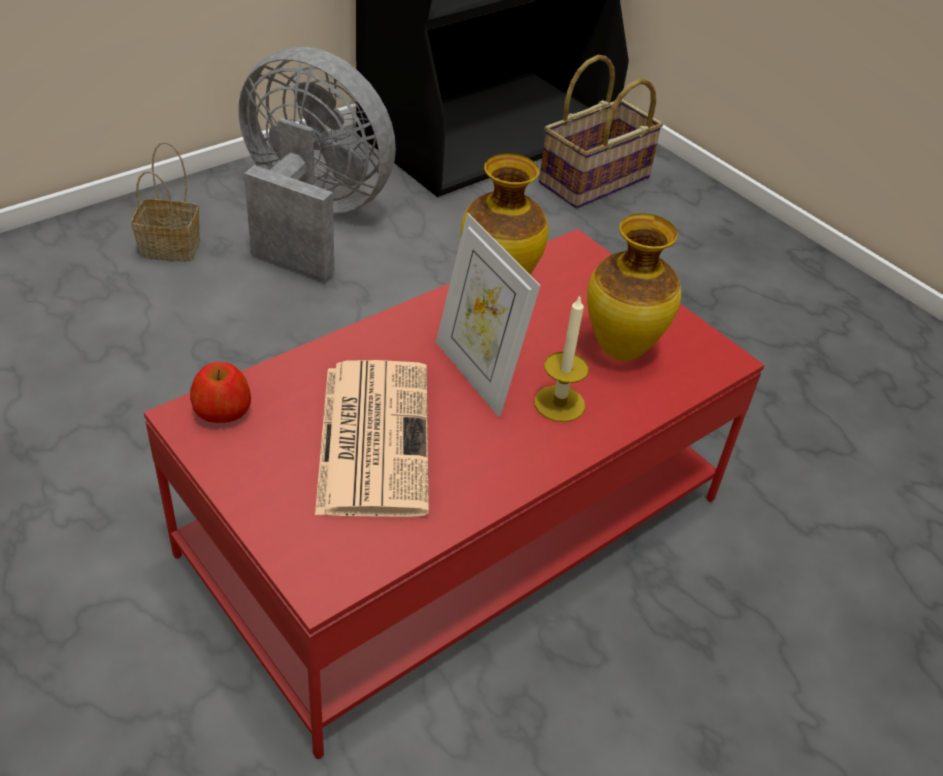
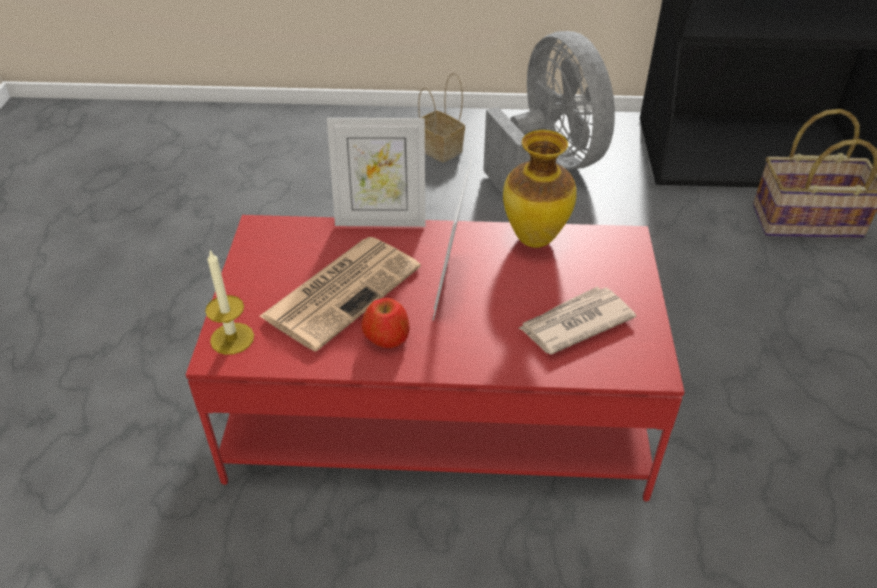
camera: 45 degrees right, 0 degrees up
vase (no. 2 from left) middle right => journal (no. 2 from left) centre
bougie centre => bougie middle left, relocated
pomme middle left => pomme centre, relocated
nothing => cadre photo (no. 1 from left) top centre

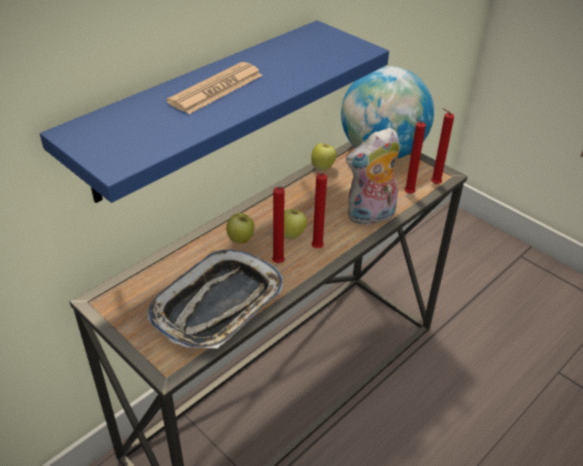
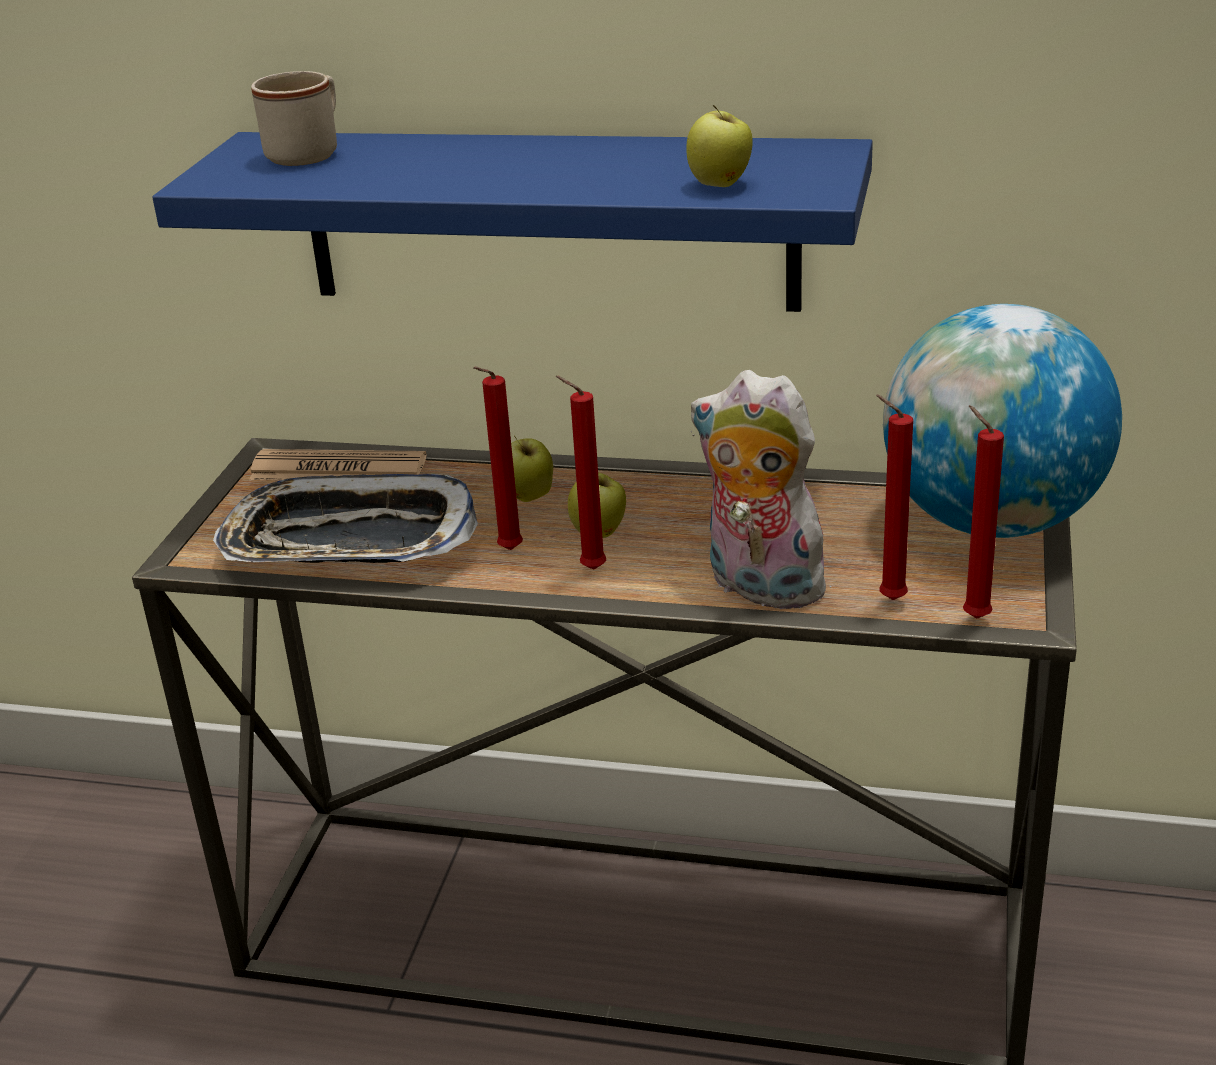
camera: 60 degrees right, 10 degrees down
journal top centre => journal middle left, relocated
pomme (no. 3 from left) centre => pomme (no. 3 from left) top centre, relocated
nothing => mug (beige) top left

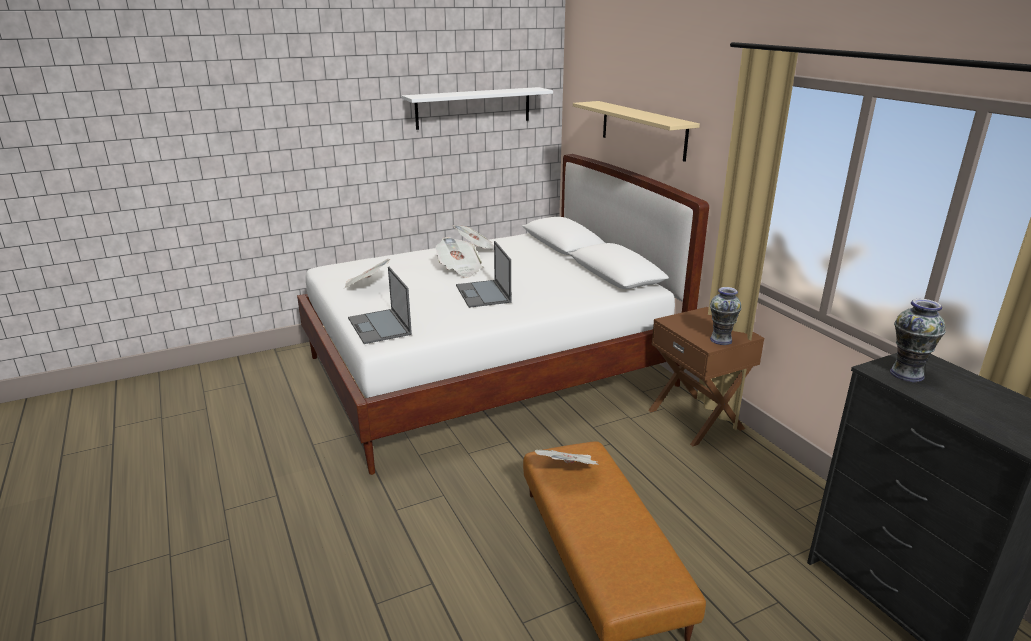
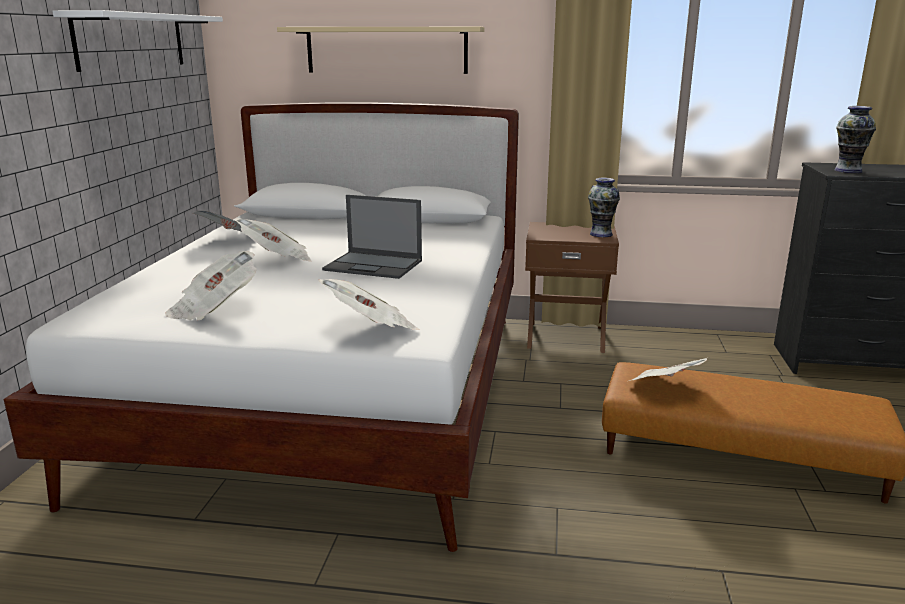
camera: 55 degrees left, 5 degrees down
ordinateur portable (no. 1 from left) centre => journal (no. 4 from left) centre

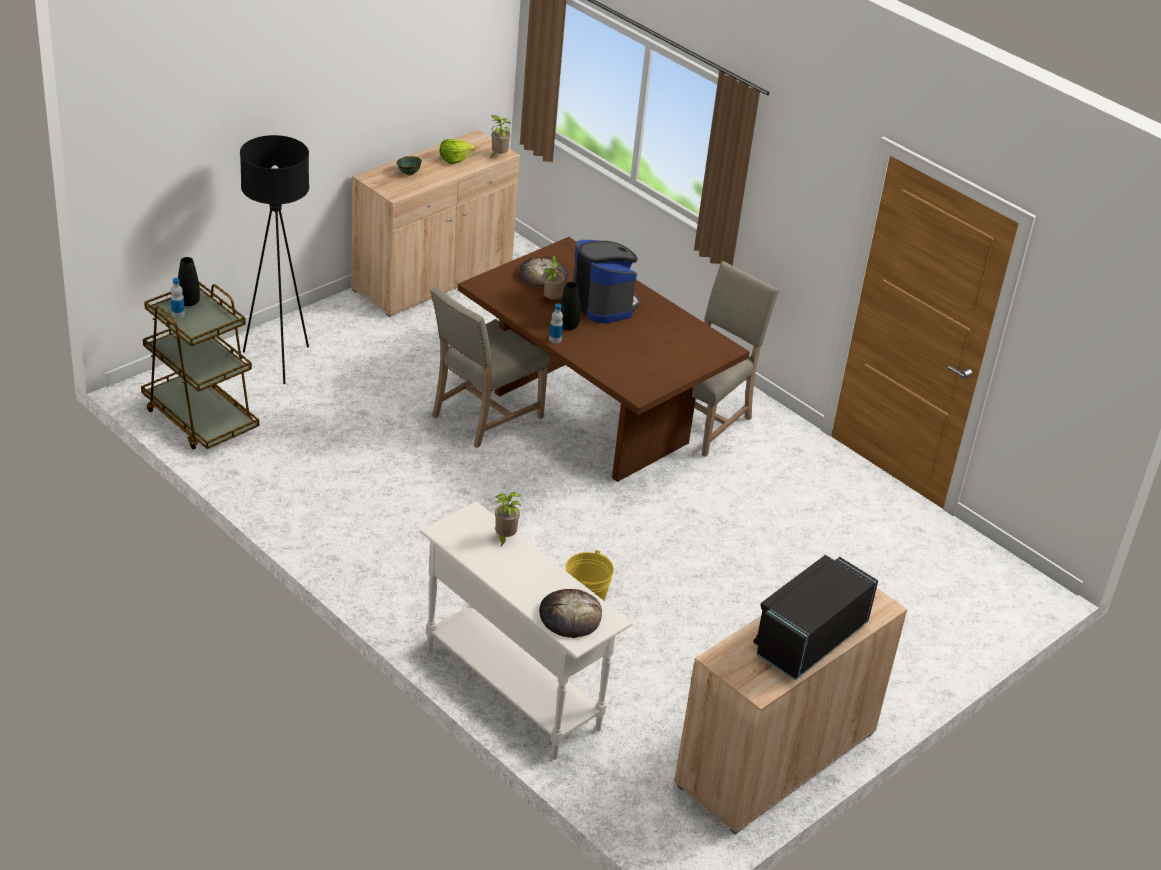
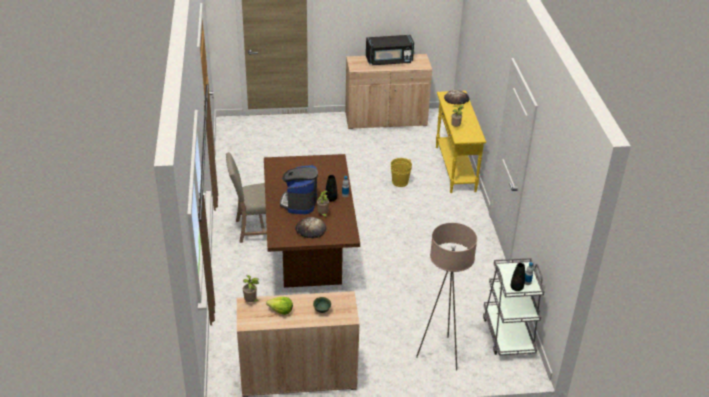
camera: 140 degrees left, 0 degrees up
lampadaire (noir) top left => lampadaire (beige) bottom centre
chariot (marron) middle left => chariot (gris) bottom right
chaise (beige) (no. 1 from left) centre => nothing
table console (blanc) bottom centre => table console (jaune) centre

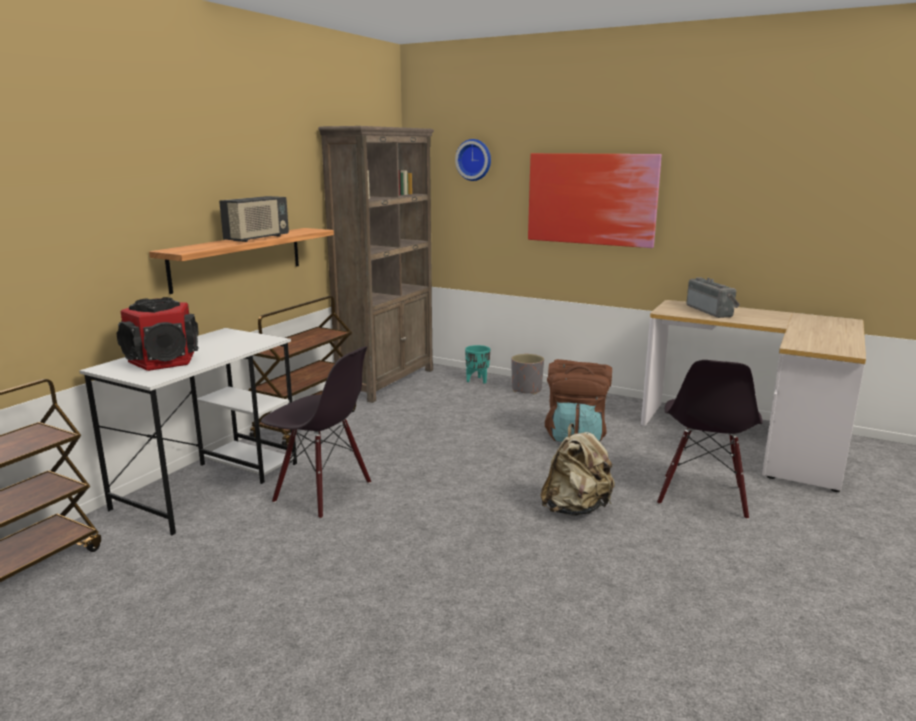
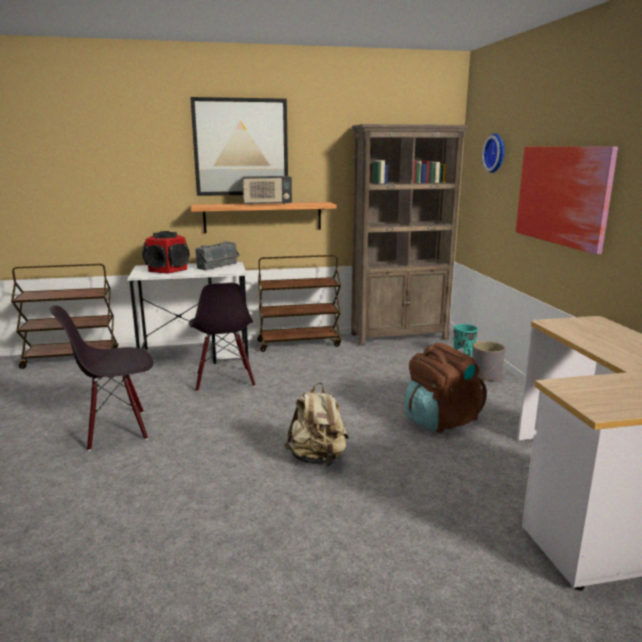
camera: 50 degrees right, 0 degrees up
radio (no. 2 from left in the first image) middle right => radio (no. 1 from left) centre, relocated
chaise (noir) (no. 2 from left in the first image) middle right => chaise (noir) (no. 1 from left) middle left, relocated
nothing => tableau (no. 1 from left) top centre

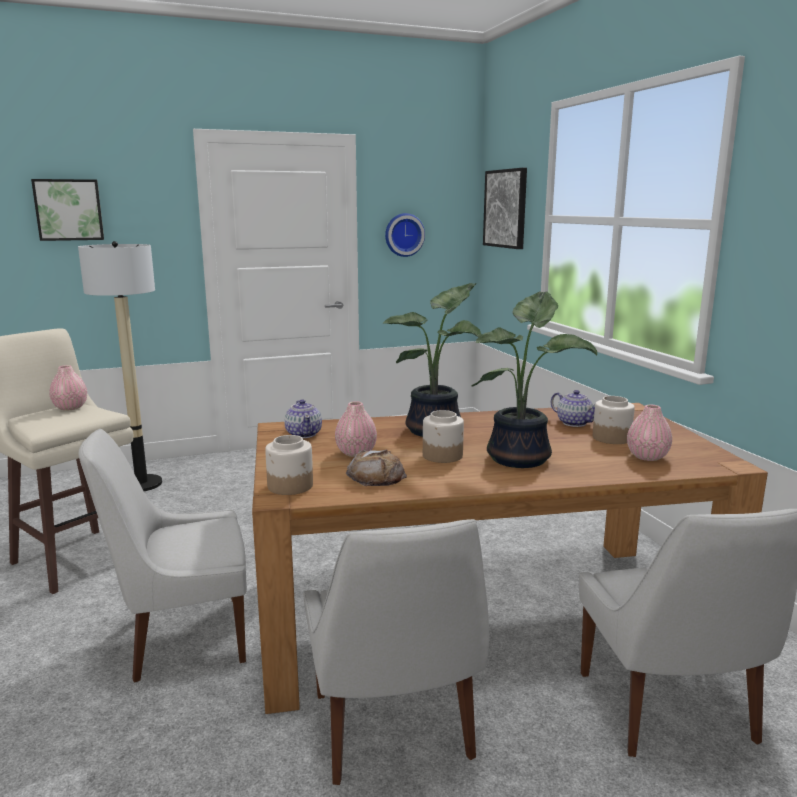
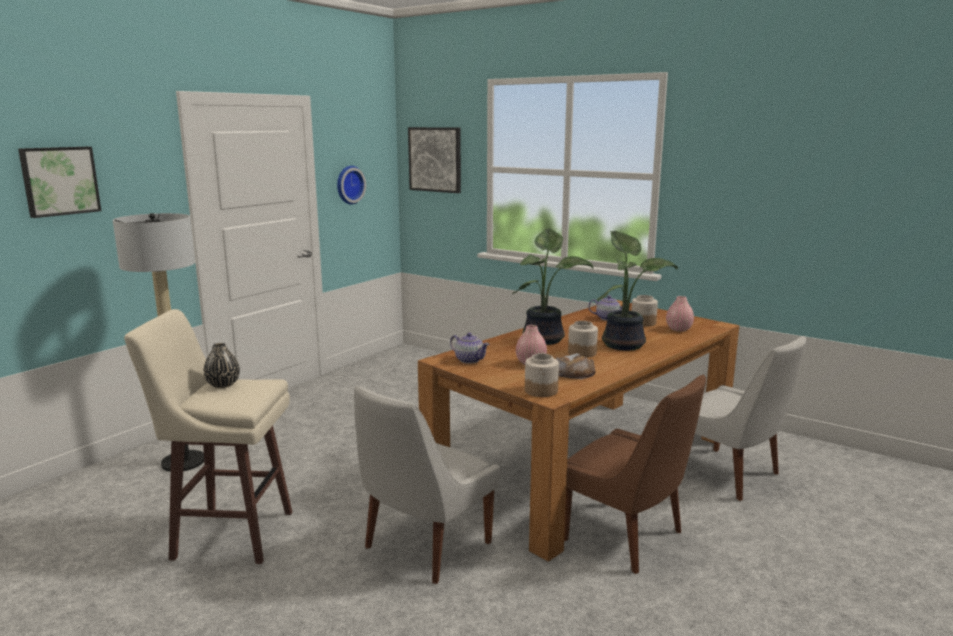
camera: 35 degrees left, 0 degrees up
vase (rose) (no. 1 from left) middle left => vase (noir) middle left
chaise (blanc) (no. 2 from left) bottom centre => chaise (marron) bottom centre

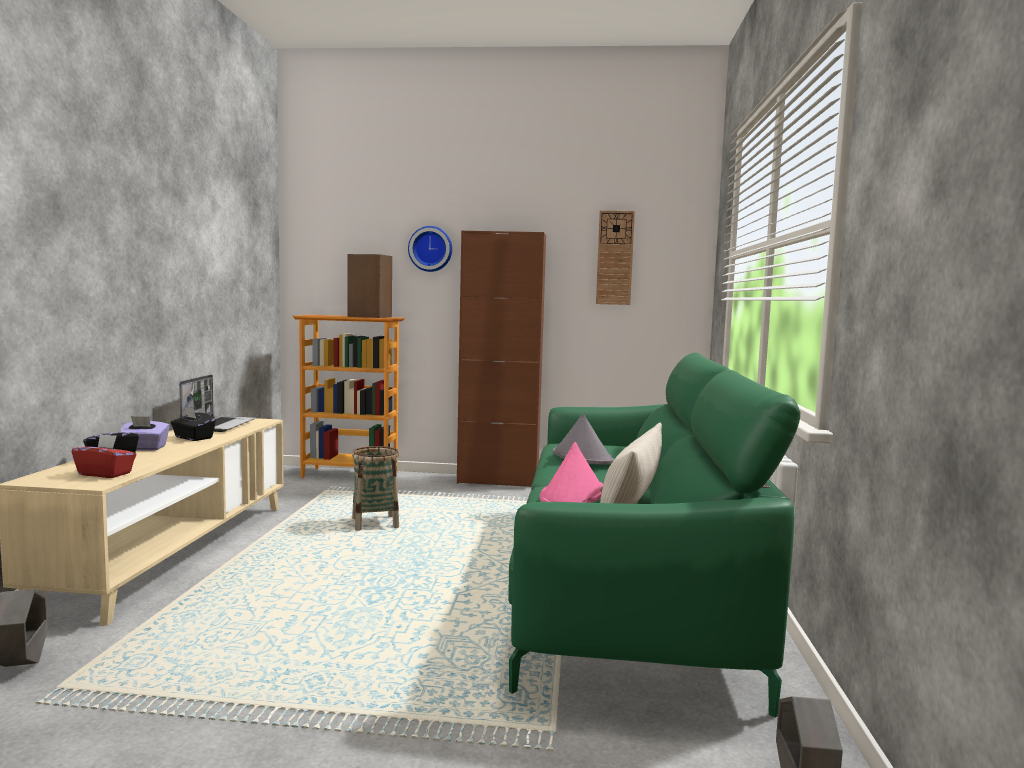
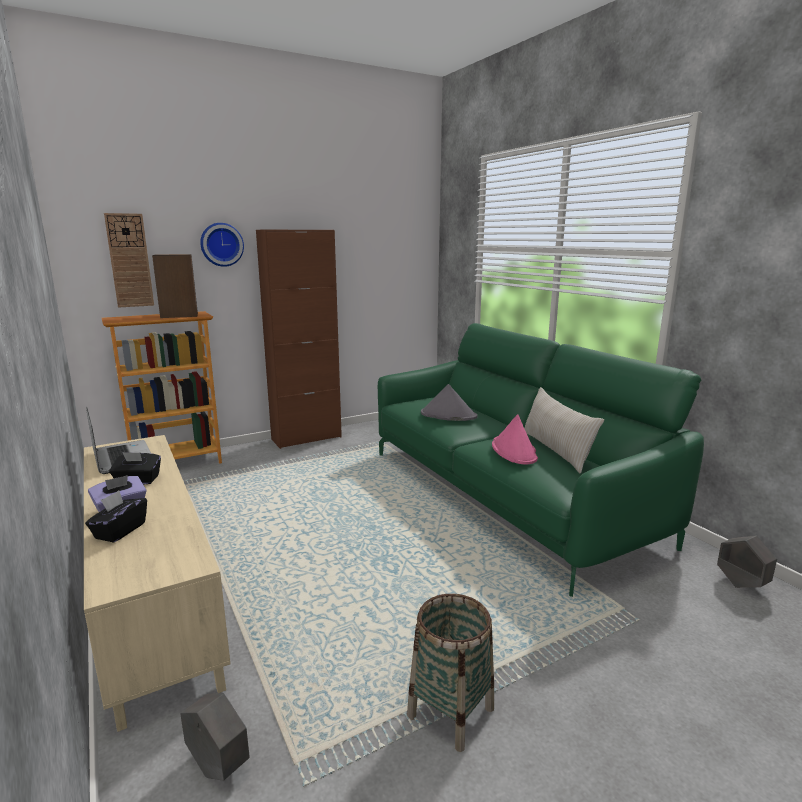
camera: 35 degrees left, 10 degrees up
horloge murale (no. 2 from left in the first image) centre => horloge murale (no. 1 from left) top left, relocated
boîte à mouchoirs (rouge) middle left => nothing
panier centre => panier bottom centre, relocated

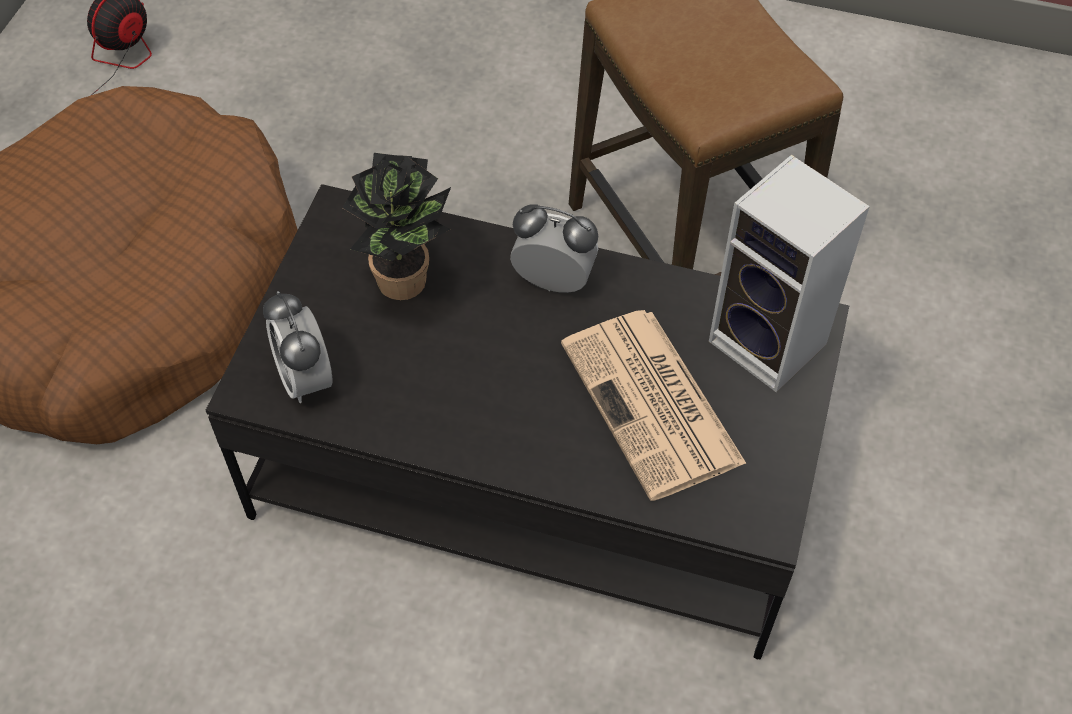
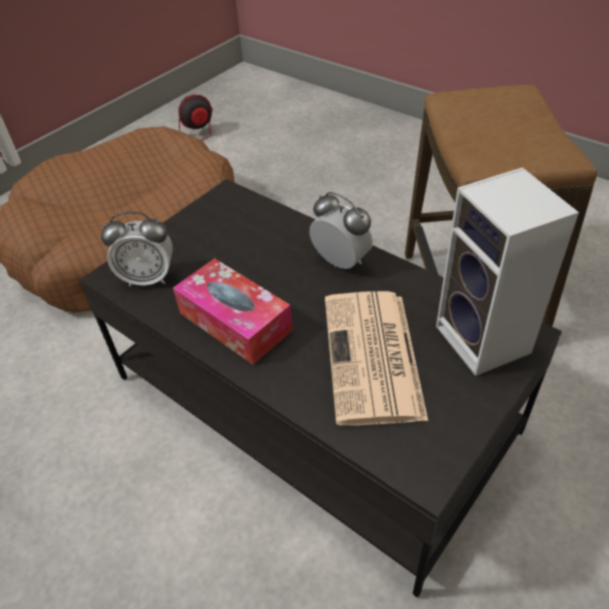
camera: 25 degrees right, 10 degrees down
plante en pot top centre => nothing
réveil (no. 1 from left) middle left, 90 degrees counterclockwise
nothing => boîte à mouchoirs centre

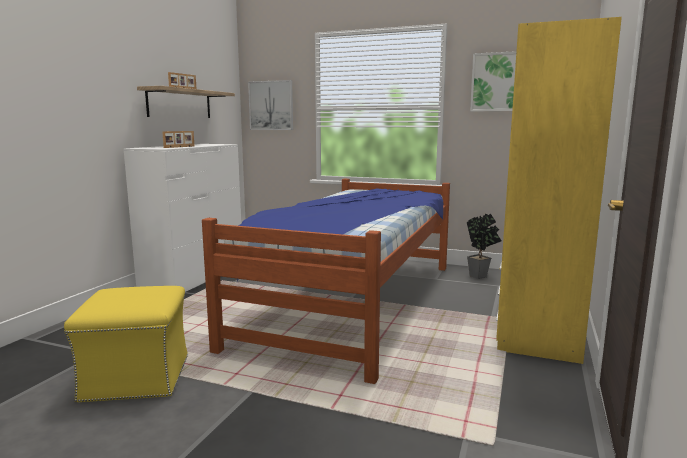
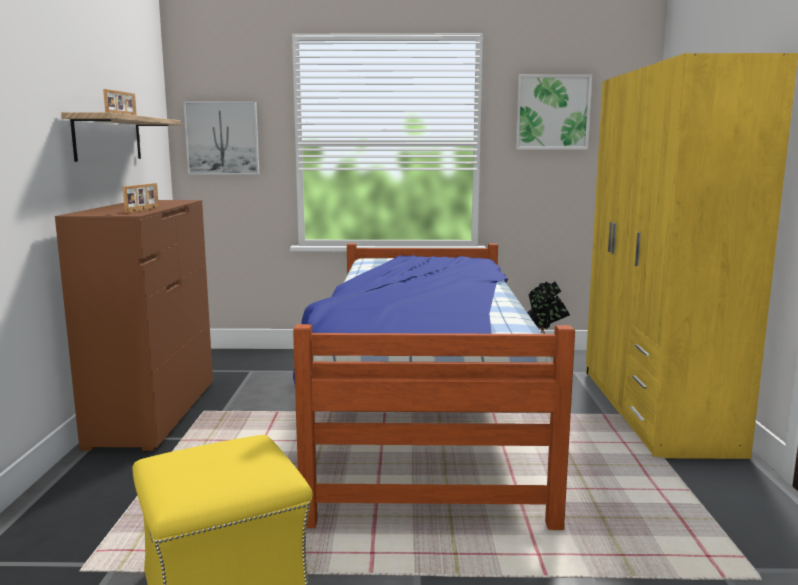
camera: 20 degrees left, 0 degrees up
commode (blanc) middle left => commode (marron) middle left

